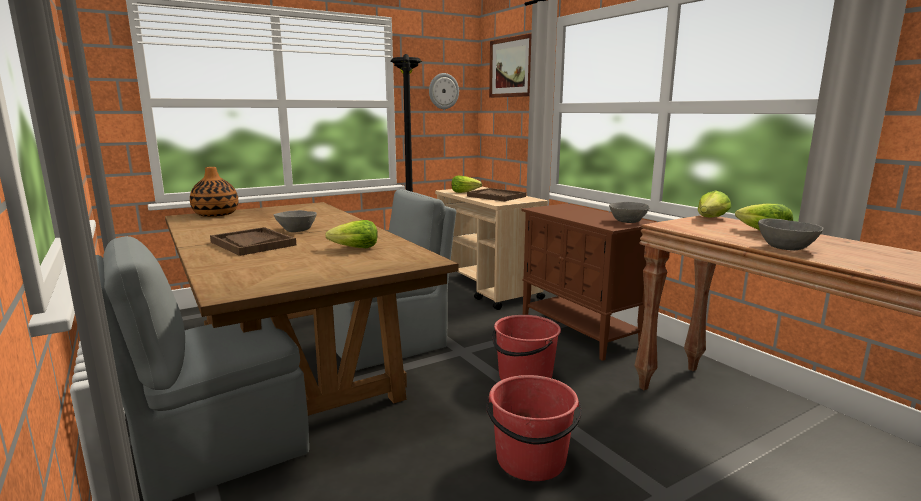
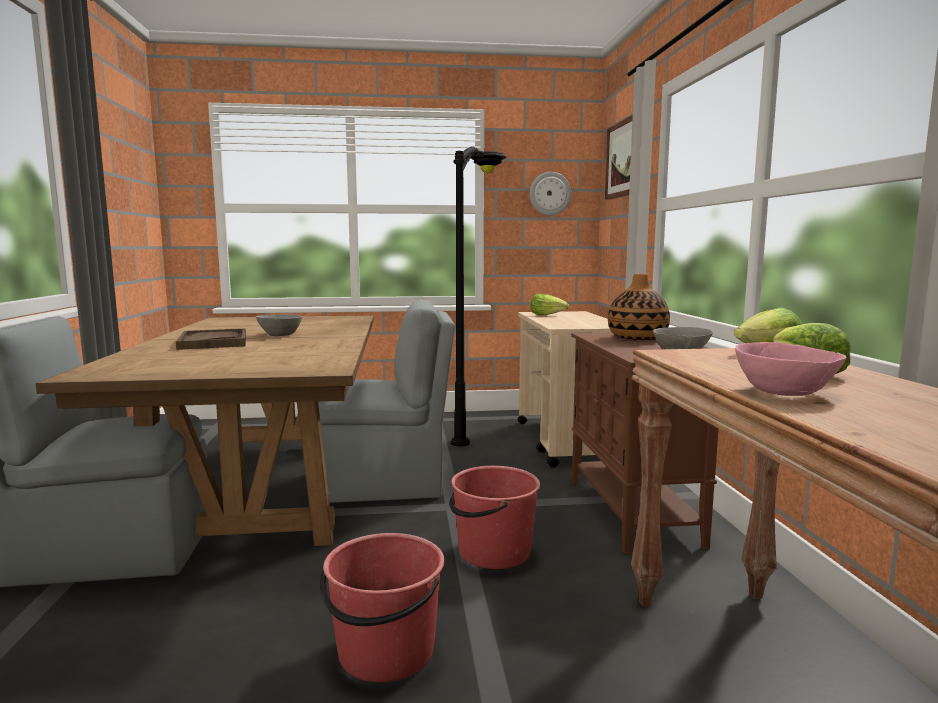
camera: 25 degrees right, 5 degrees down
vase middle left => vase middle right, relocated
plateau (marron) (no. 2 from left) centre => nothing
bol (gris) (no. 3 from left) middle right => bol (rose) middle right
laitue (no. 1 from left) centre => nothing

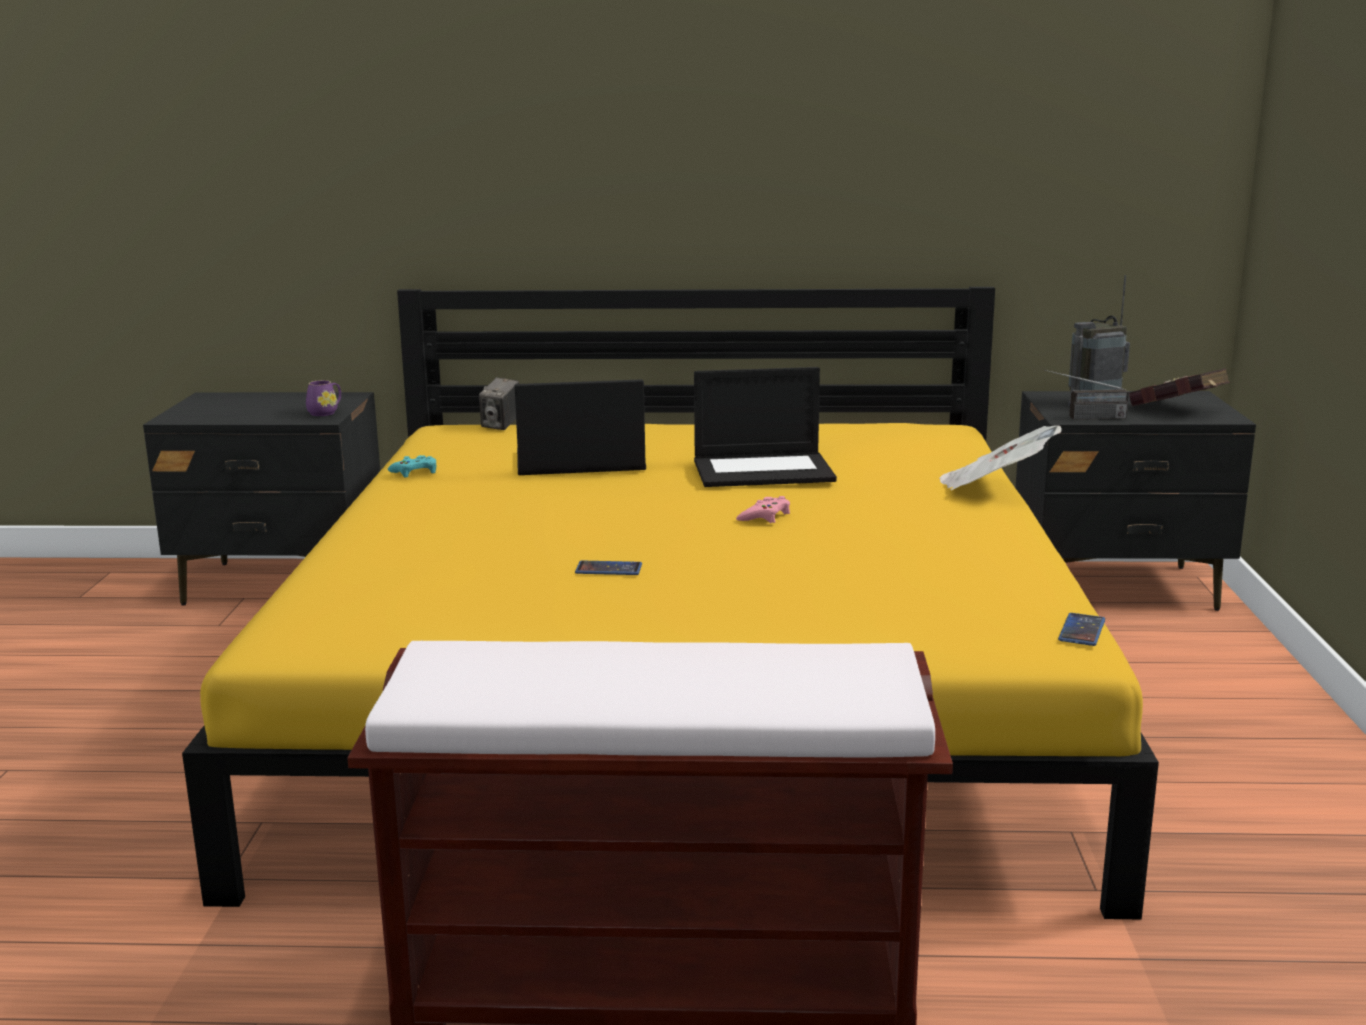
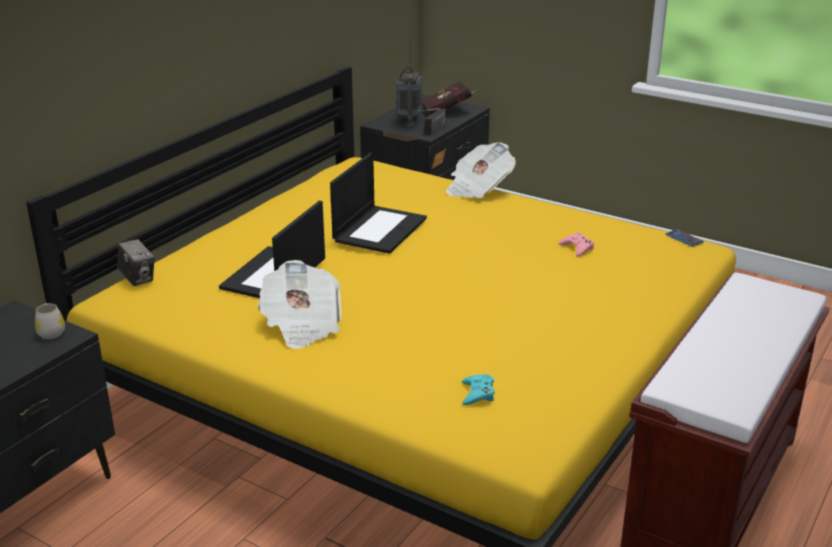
camera: 60 degrees left, 10 degrees up
mug (violet) middle left => mug (blanc) middle left
manette (turquoise) middle left => manette (turquoise) bottom centre, relocated
manette (rose) centre => manette (rose) middle right, relocated
téléphone (no. 1 from left) centre => nothing
nothing => journal (no. 1 from left) centre

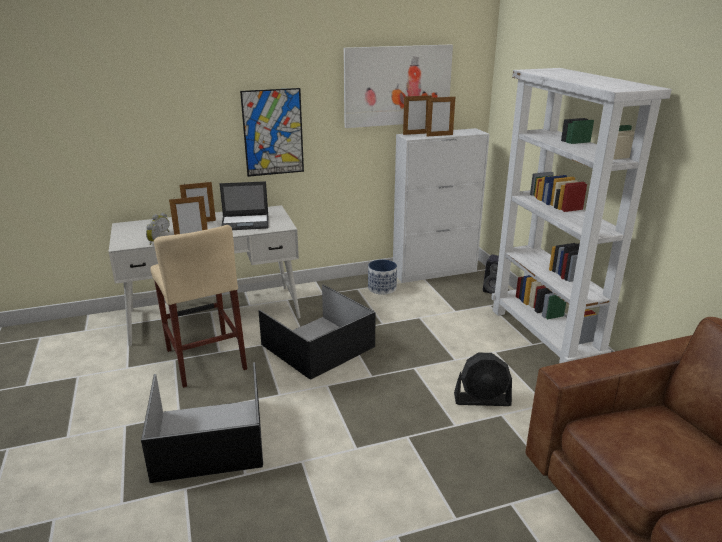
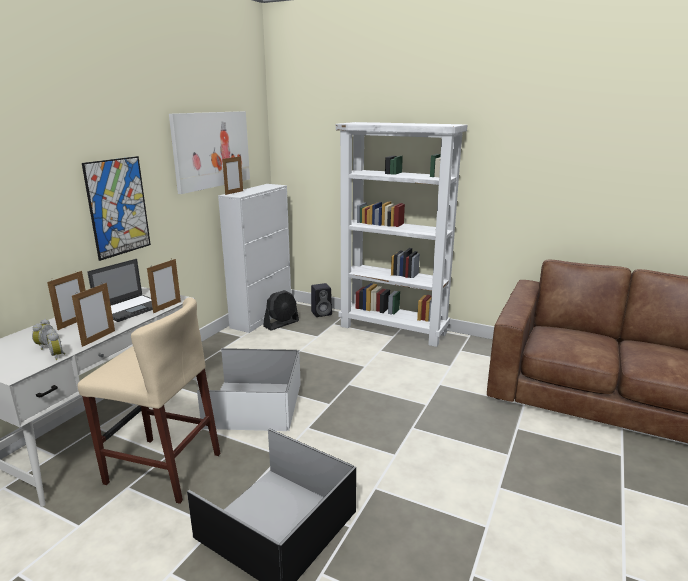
camera: 45 degrees left, 5 degrees down
cadre photo (no. 4 from left in the first image) top centre => cadre photo (no. 3 from left) middle left, relocated
cache-pot centre => nothing
boîte de rangement (noir) (no. 2 from left) centre => boîte de rangement (blanc) bottom centre
ventilateur (noir) bottom right => ventilateur (noir) centre, relocated

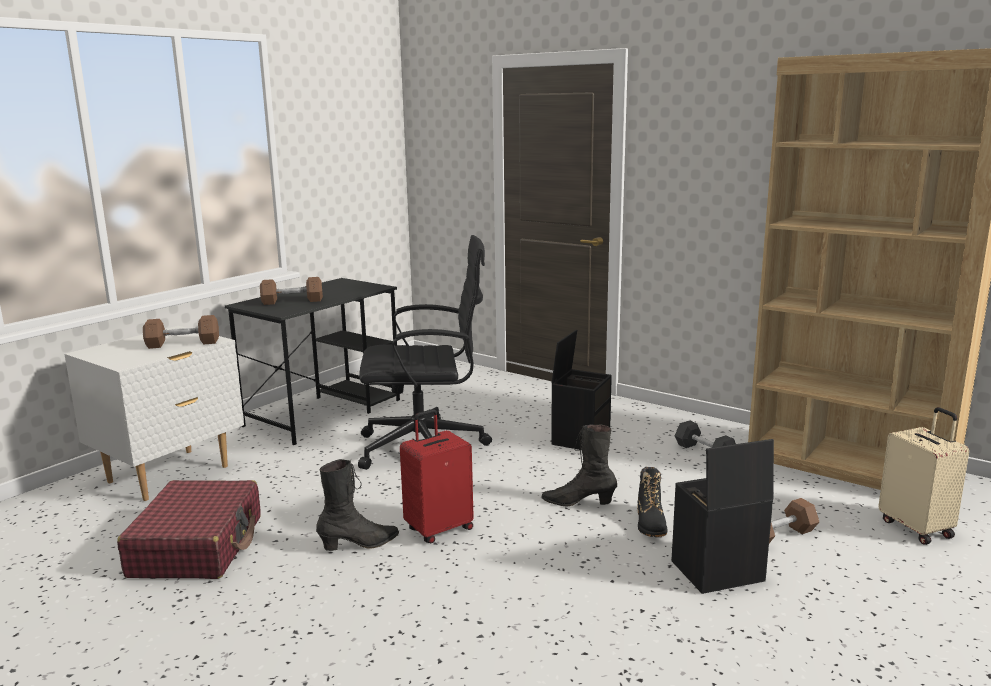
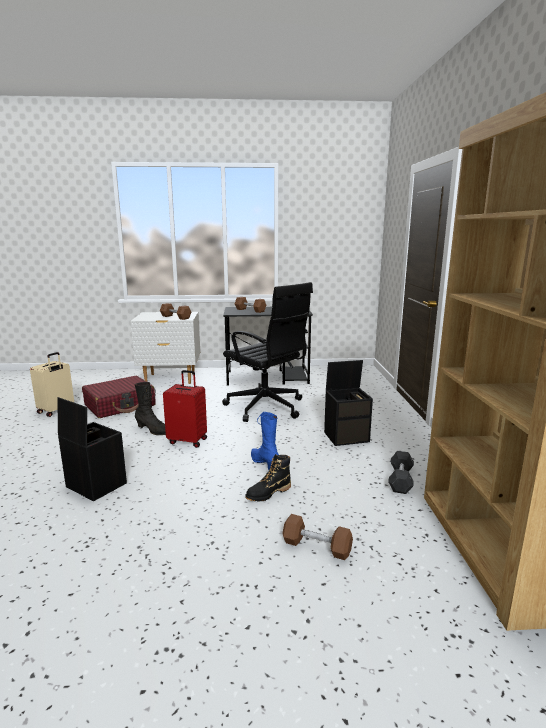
camera: 50 degrees right, 0 degrees up
valise (beige) bottom right => valise (beige) middle left, relocated
botte (noir) (no. 2 from left) bottom centre => botte (bleu) centre
boîte de rangement (noir) (no. 2 from left in the first image) bottom right => boîte de rangement (noir) (no. 1 from left) middle left, relocated

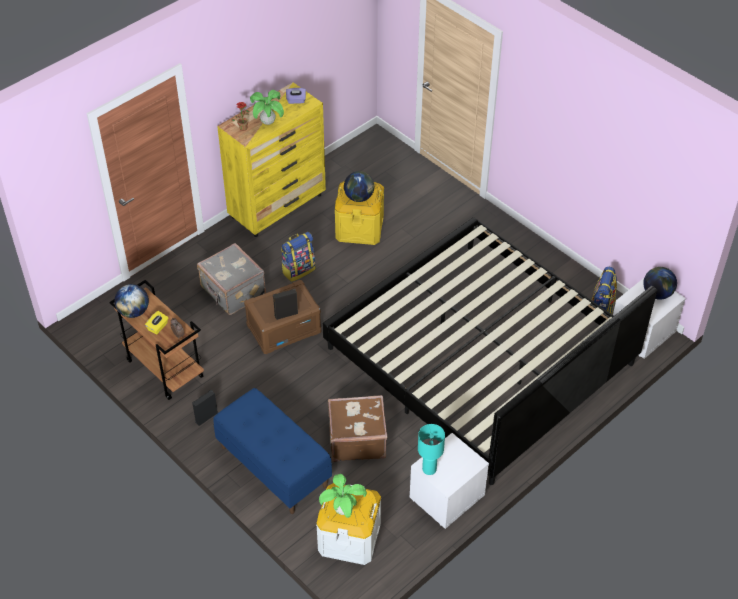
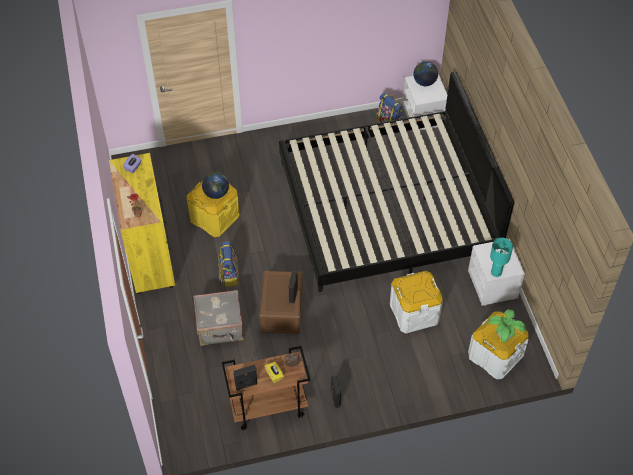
camera: 60 degrees left, 5 degrees up
plante en pot (no. 2 from left) top centre => nothing
globe (no. 1 from left) middle left => enceinte (noir) (no. 1 from left) bottom centre
banc (bleu) bottom centre => nothing
valise (marron) bottom centre => boîte de rangement (blanc) (no. 1 from left) centre

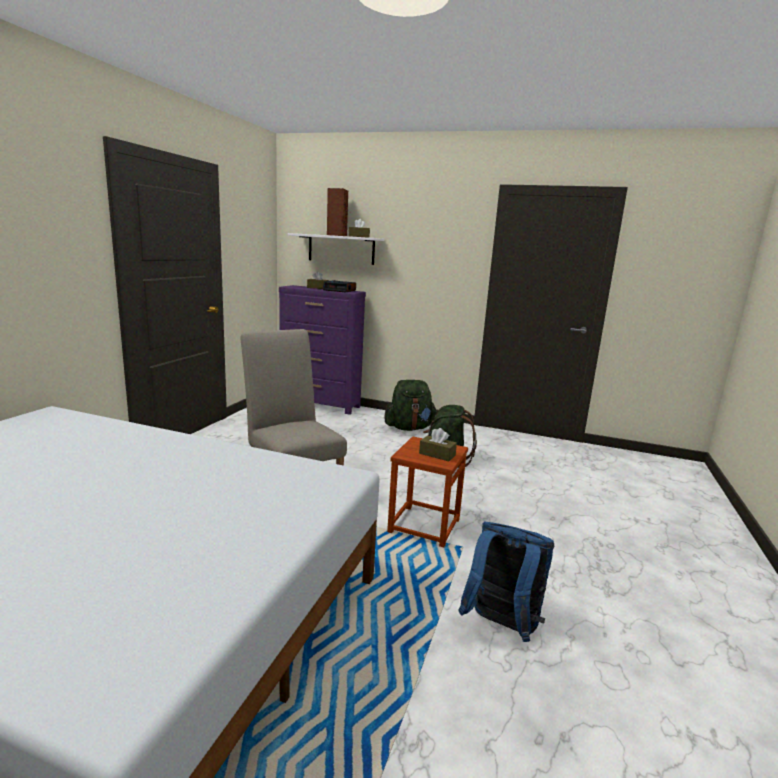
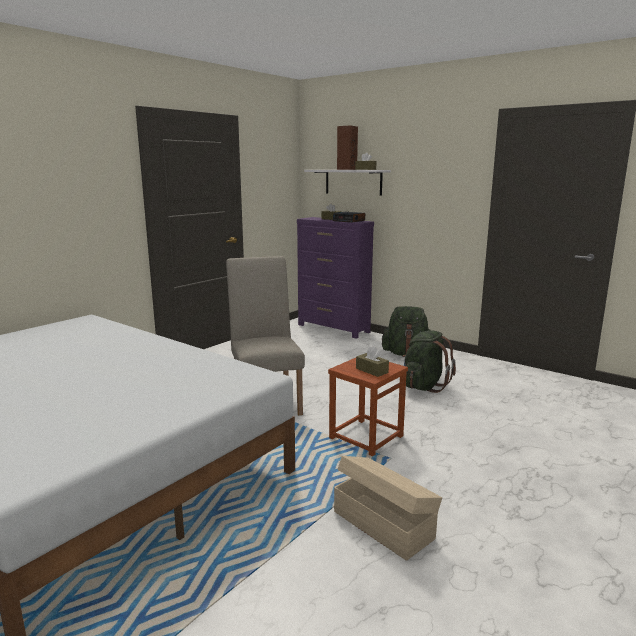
camera: 20 degrees right, 0 degrees up
sac à dos (bleu) bottom centre => boîte de rangement (beige) bottom centre

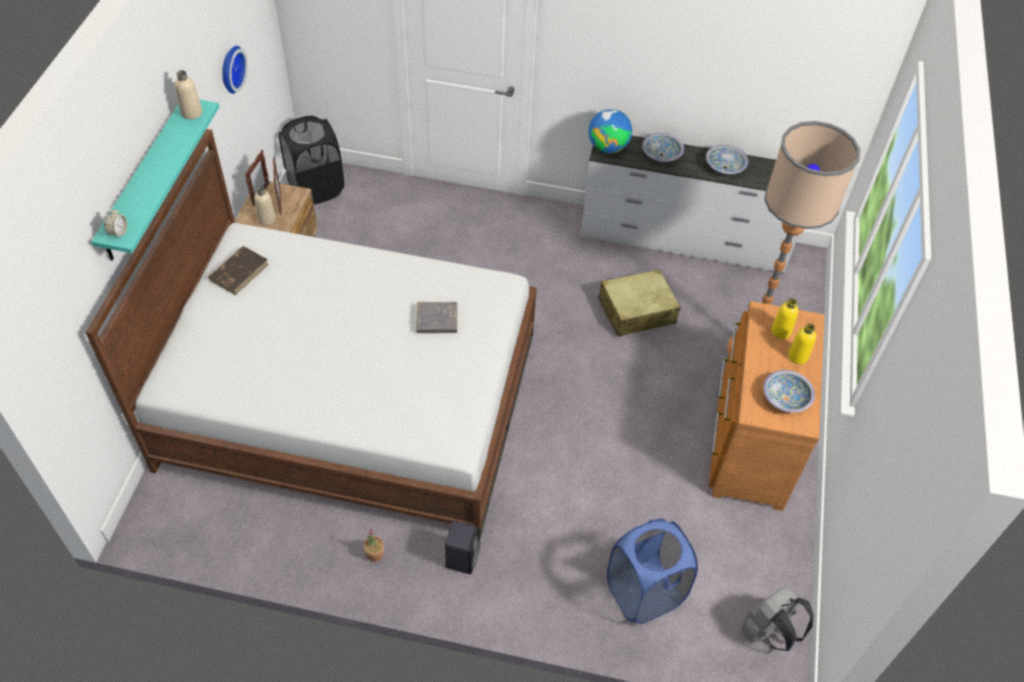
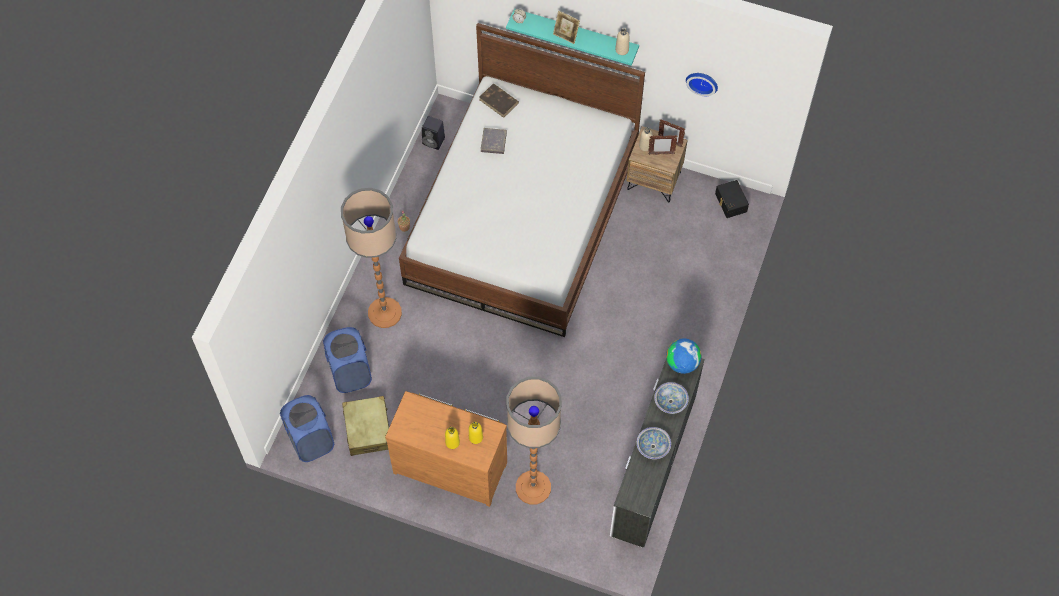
camera: 100 degrees right, 10 degrees up
panier à linge (noir) top left => boîte de rangement (noir) middle right
livre (marron) middle left => livre (marron) top centre, relocated
valise (beige) centre => valise (beige) bottom centre, relocated
livre (gris) centre => livre (gris) top centre, relocated
bol (no. 3 from left) middle right => nothing
enceinte (noir) bottom centre => enceinte (noir) top centre, relocated
sac à dos (gris) bottom right => panier à linge (bleu) (no. 1 from left) bottom left
nothing => cadre photo (no. 1 from left) top centre
nothing => lampadaire (no. 1 from left) centre

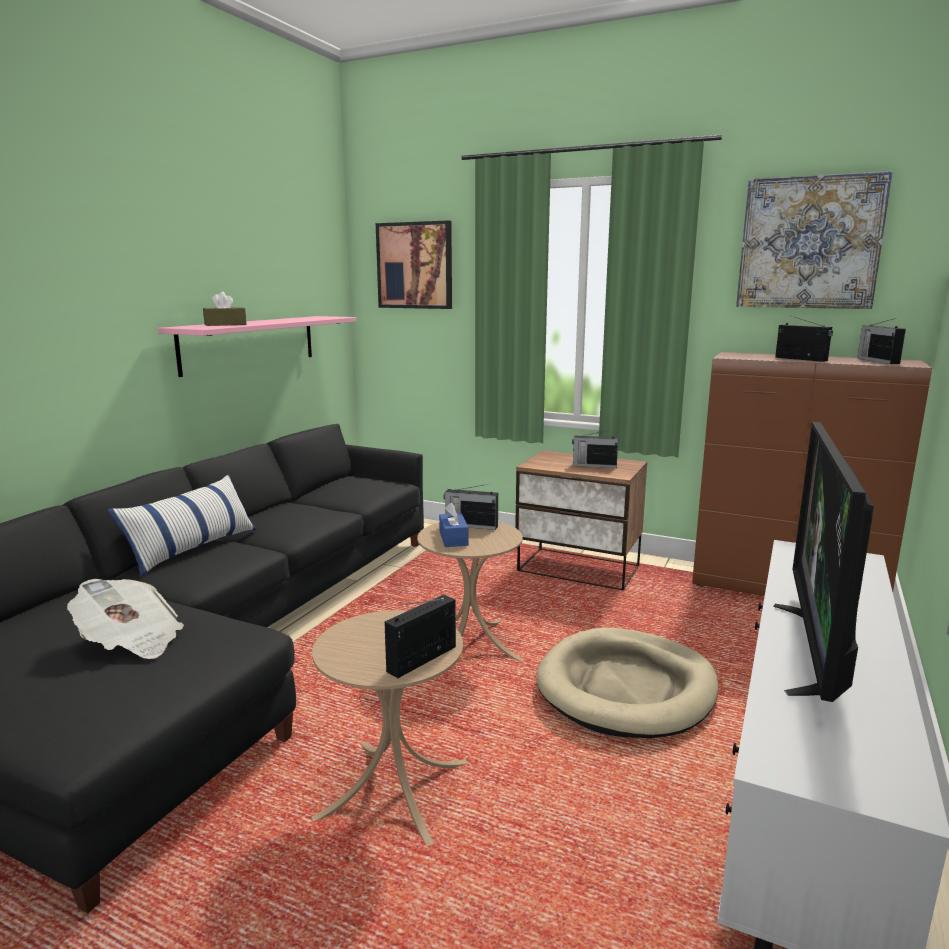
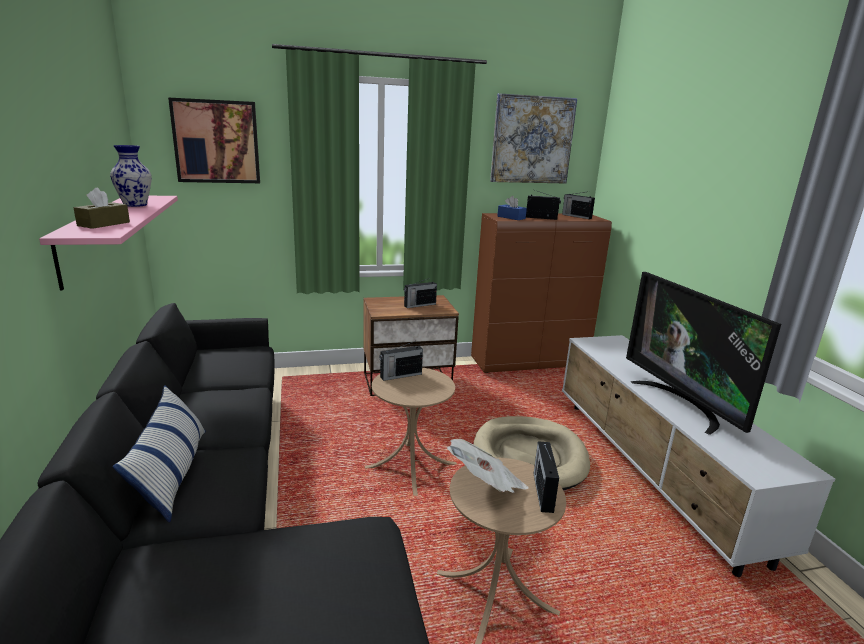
camera: 40 degrees left, 5 degrees up
boîte à mouchoirs (bleu) centre => boîte à mouchoirs (bleu) top centre, relocated
journal middle left => journal bottom centre, relocated
nothing => vase top left

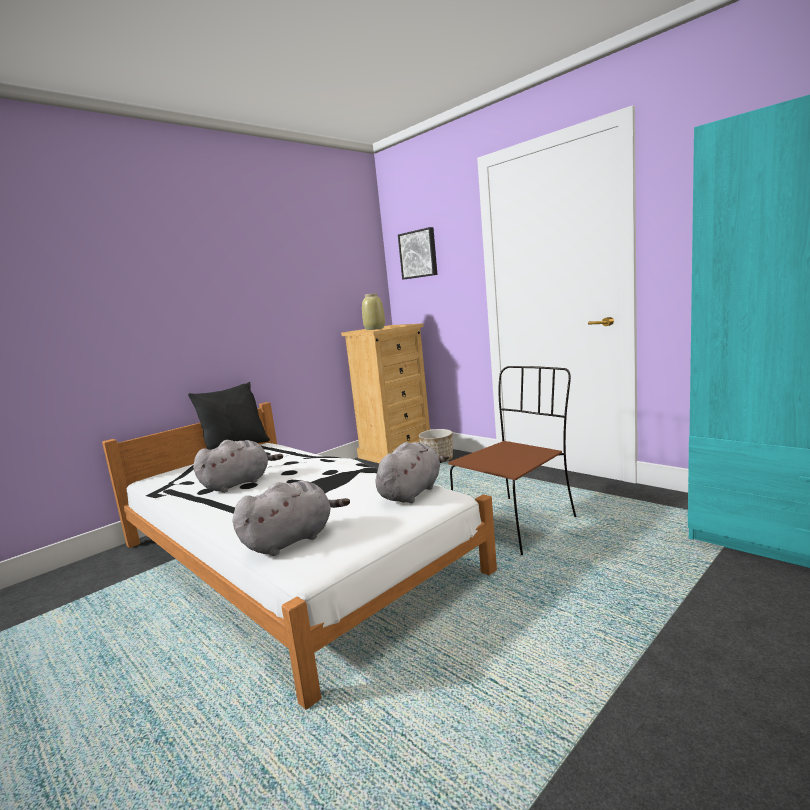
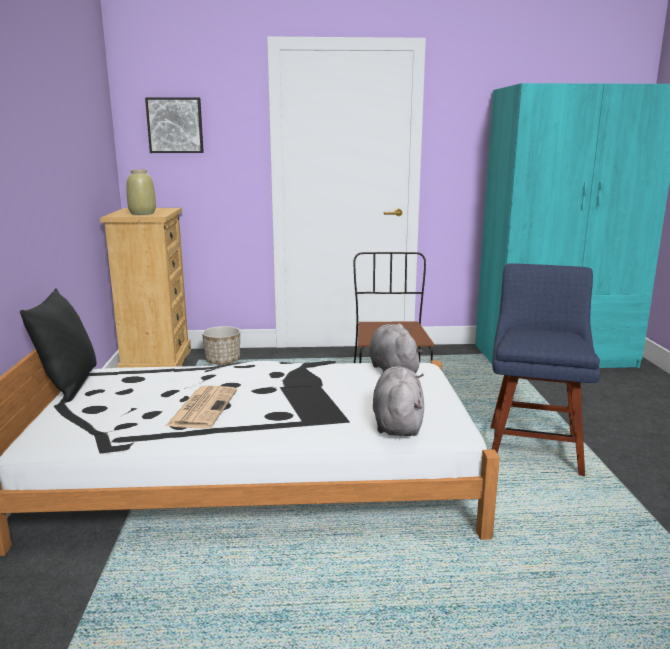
camera: 50 degrees left, 5 degrees up
peluche (gris) (no. 1 from left) middle left => journal middle left
nothing => chaise (bleu) middle right

